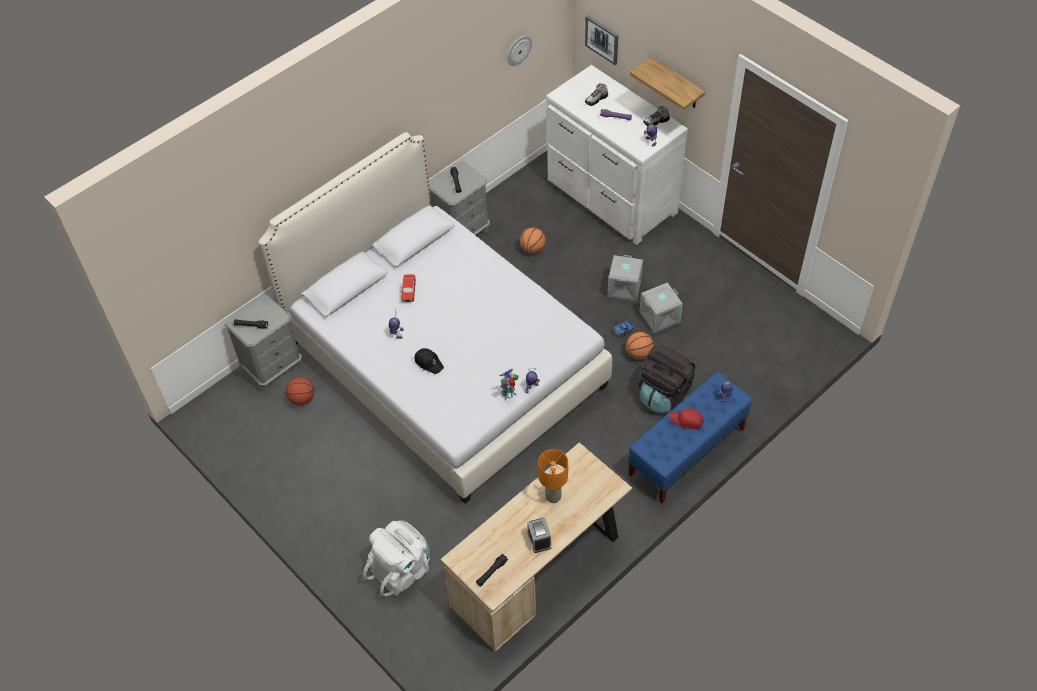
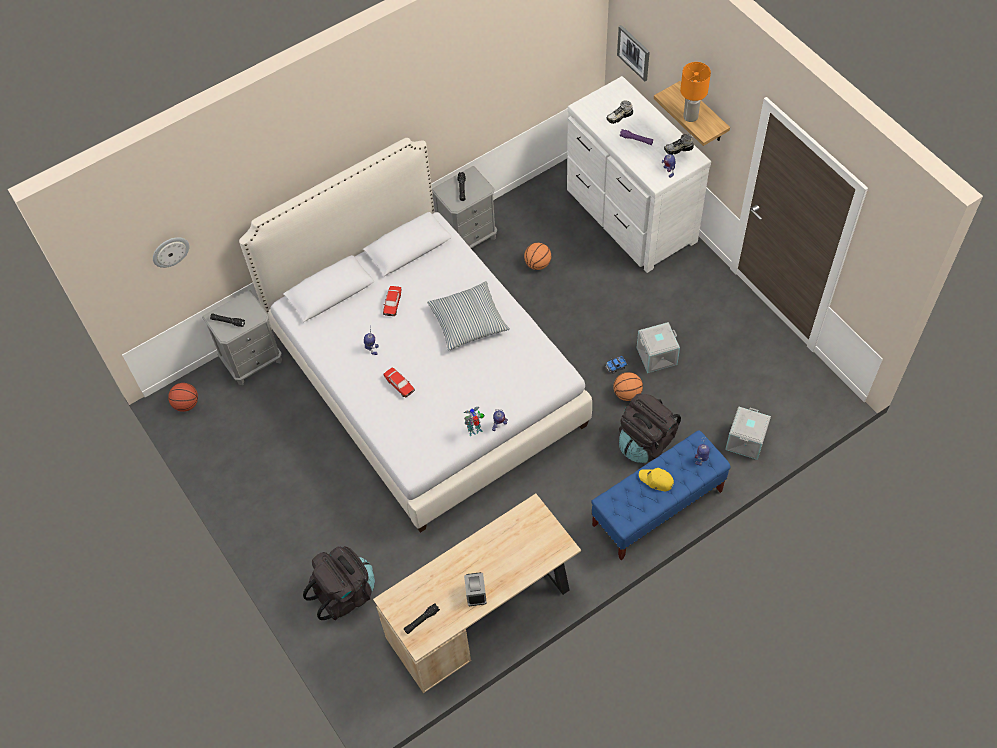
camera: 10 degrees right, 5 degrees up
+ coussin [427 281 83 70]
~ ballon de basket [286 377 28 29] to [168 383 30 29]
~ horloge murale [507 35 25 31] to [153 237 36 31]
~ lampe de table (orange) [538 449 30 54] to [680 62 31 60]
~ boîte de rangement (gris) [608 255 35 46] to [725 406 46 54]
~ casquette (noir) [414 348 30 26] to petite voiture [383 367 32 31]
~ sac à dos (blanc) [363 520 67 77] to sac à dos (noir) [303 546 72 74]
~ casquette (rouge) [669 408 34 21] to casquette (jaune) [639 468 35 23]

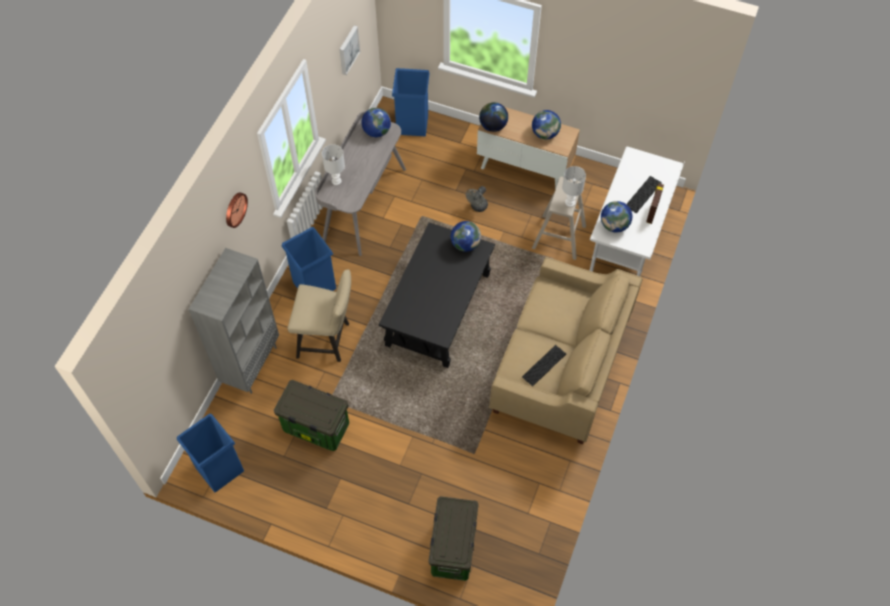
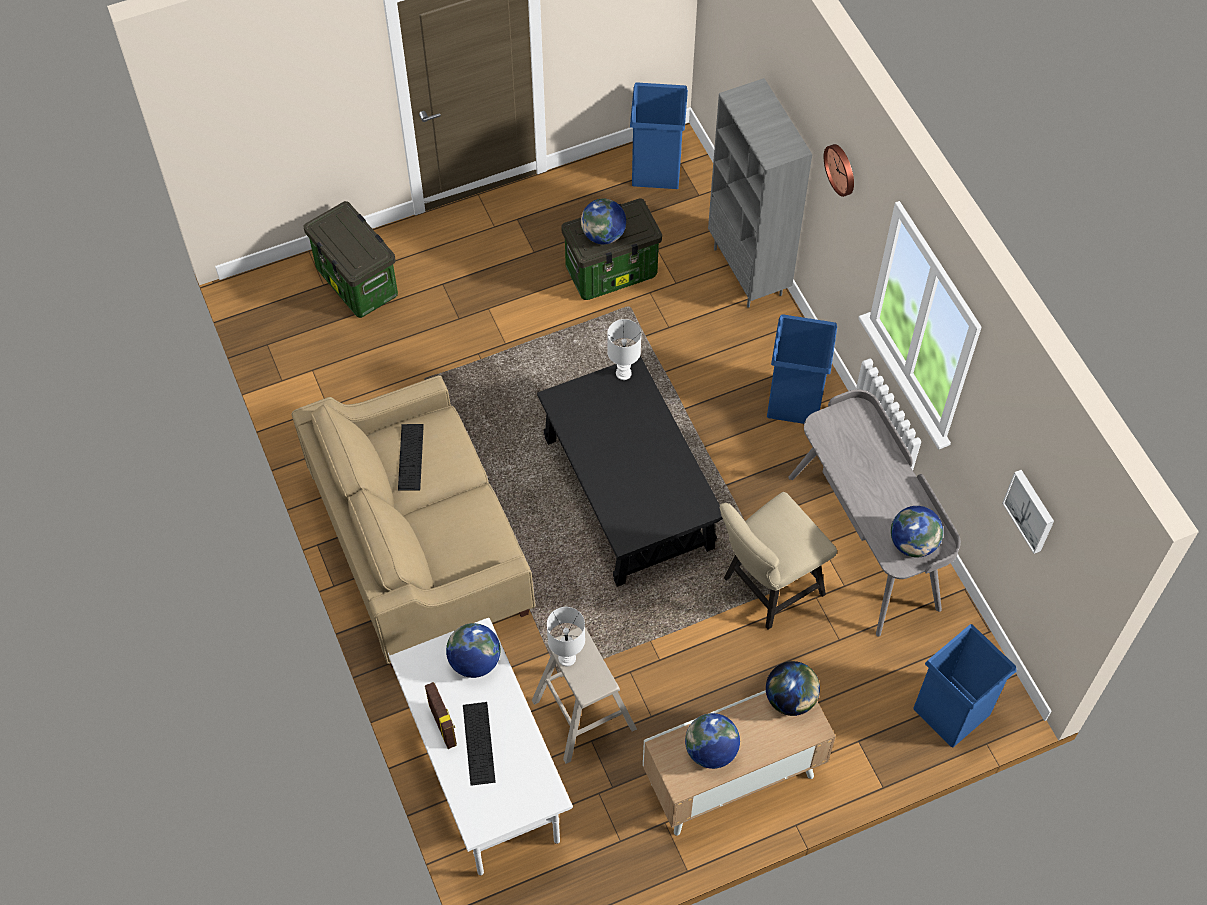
camera: 135 degrees right, 0 degrees up
- ventilateur (gris) [466 186 22 26]
~ chaise (beige) [288 269 63 93] to [719 492 118 138]
~ lampe de table (blanc) [322 144 23 41] to [607 319 34 61]
~ globe [451 221 30 31] to [581 199 45 45]

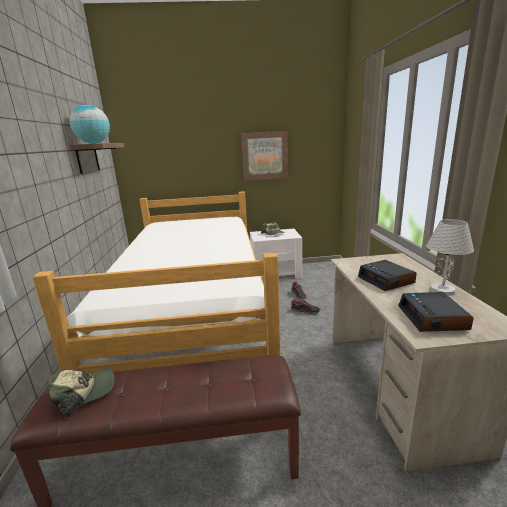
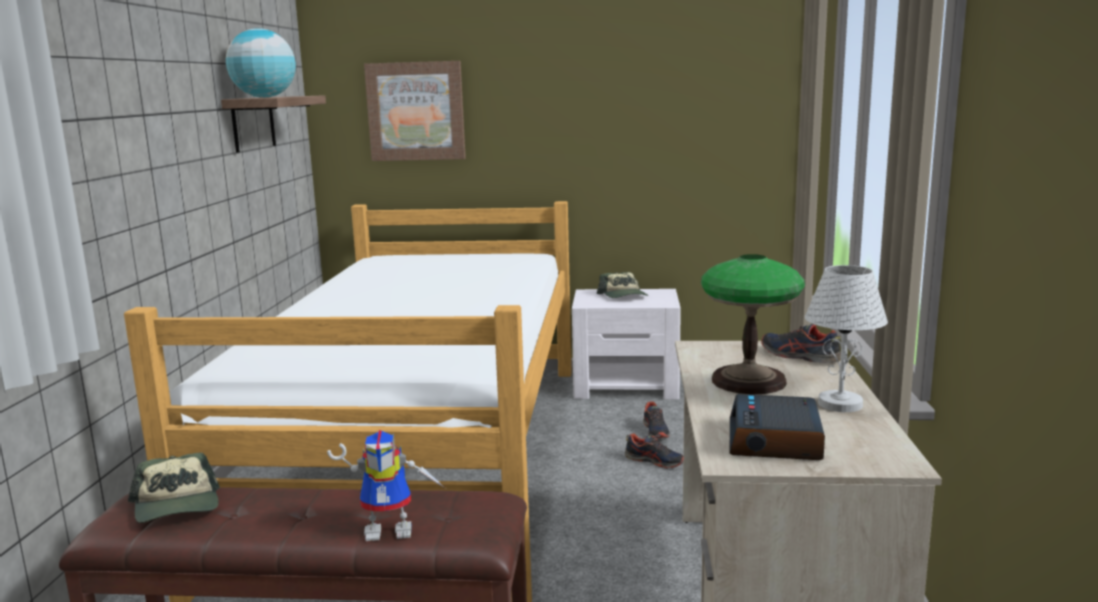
camera: 10 degrees right, 5 degrees down
+ robot jouet [327 430 118 111]
+ chaussure [761 324 80 39]
~ tableau [241 131 47 50] to [364 61 102 100]
~ réveil [358 260 59 31] to lampe de table [701 254 104 140]
~ casquette [48 368 67 49] = [128 453 92 70] 90 degrees clockwise

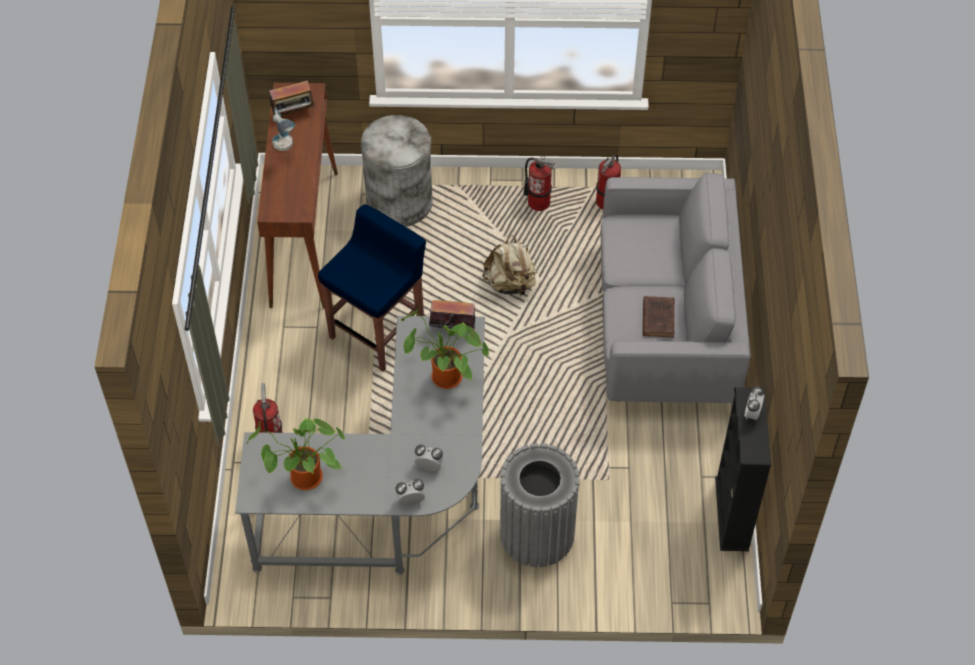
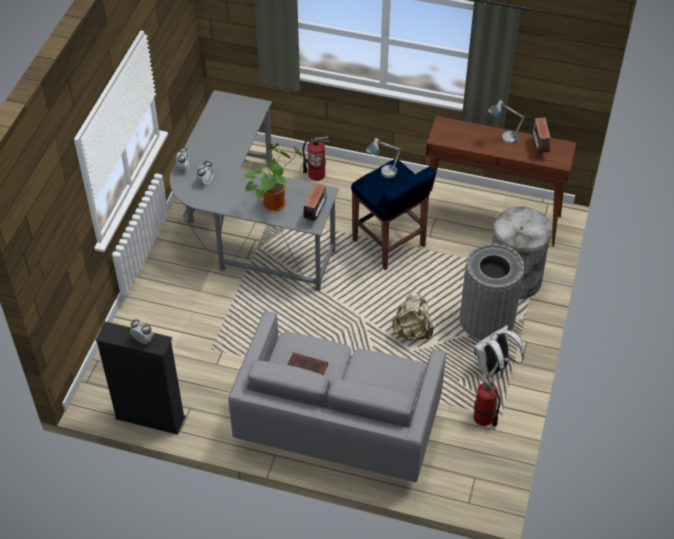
camera: 105 degrees right, 5 degrees down
- plante en pot [246 418 99 72]
+ lampe de table [365 138 37 40]
~ poubelle (gris) [500 443 80 124] to [460 243 65 97]
~ extincteur [524 156 31 55] to sac à dos (blanc) [474 325 50 54]

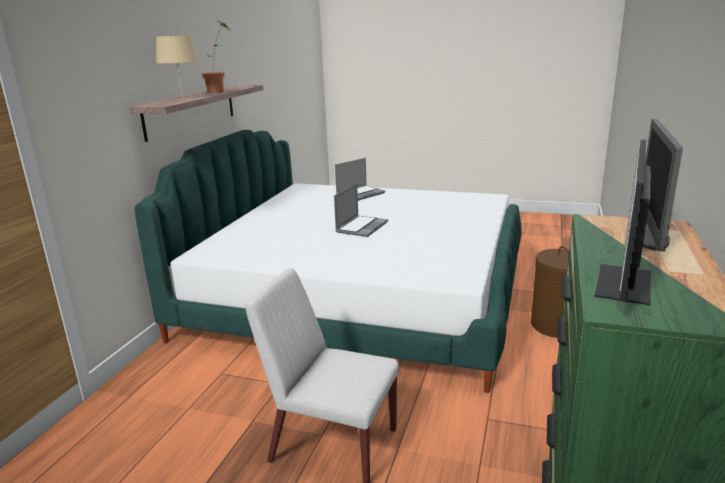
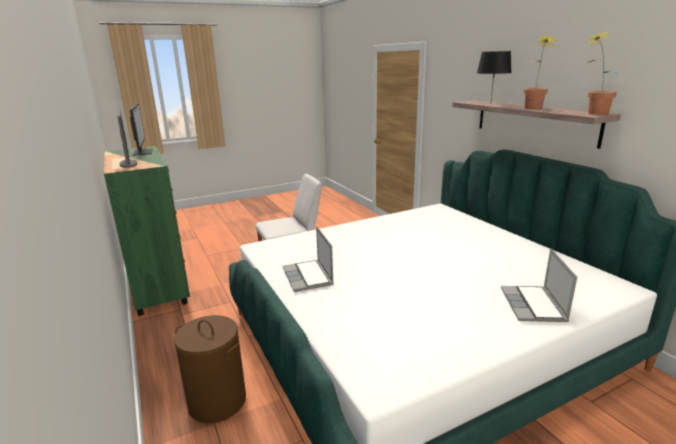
camera: 135 degrees right, 0 degrees up
+ plante en pot [587 32 31 83]
~ ordinateur portable [334 183 54 54] to [283 226 51 66]
~ lampe de table (beige) [156 35 42 64] to lampe de table (noir) [477 51 35 49]

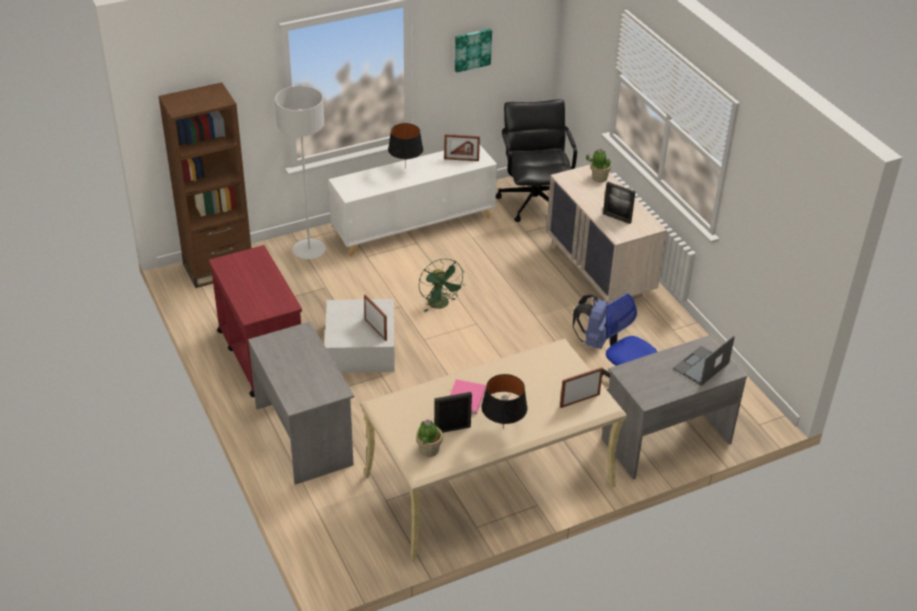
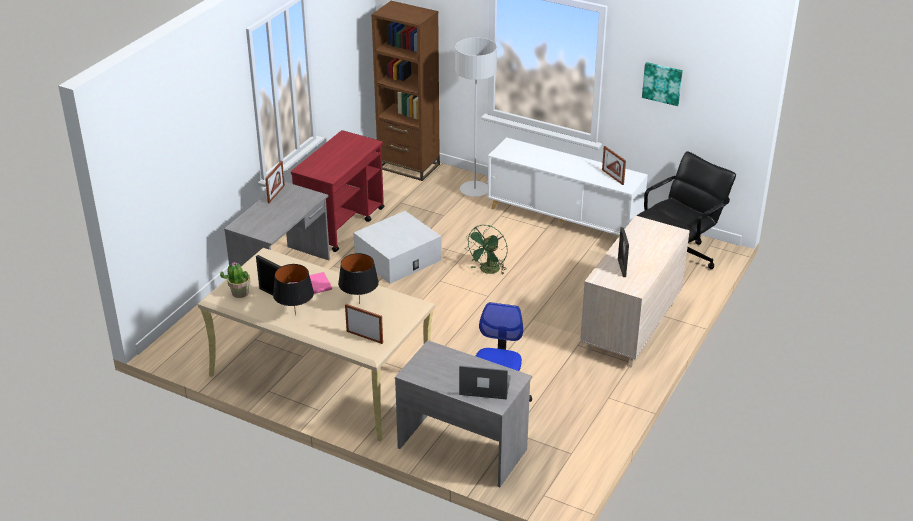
camera: 55 degrees right, 5 degrees down
- sac à dos (bleu) [573 294 35 55]
- plante en pot [586 148 26 35]
~ cadre photo [364 294 23 47] to [265 161 20 42]
~ lampe de table (noir) [388 123 35 46] to [338 253 41 51]

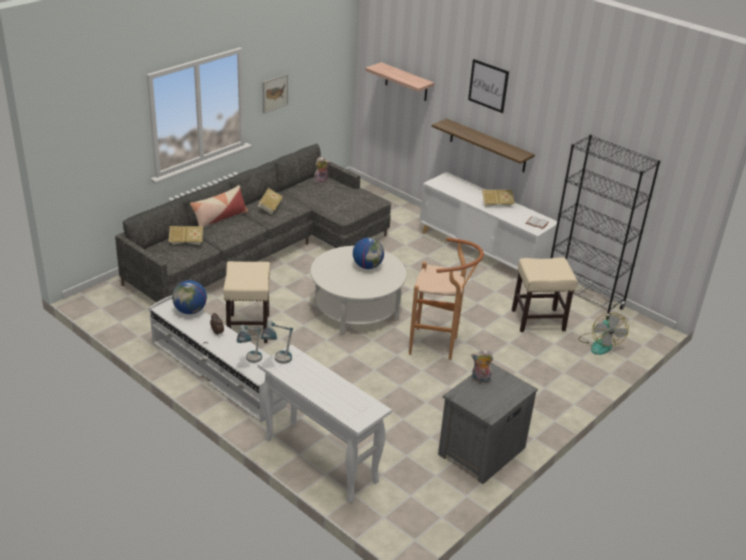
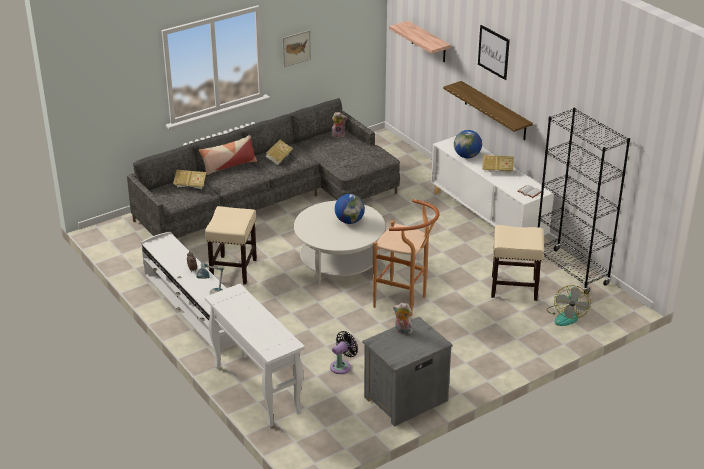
camera: 15 degrees right, 0 degrees up
- lampe de table [261 321 32 43]
+ ventilateur (noir) [330 331 28 43]
~ globe [172 280 35 34] to [454 130 28 28]

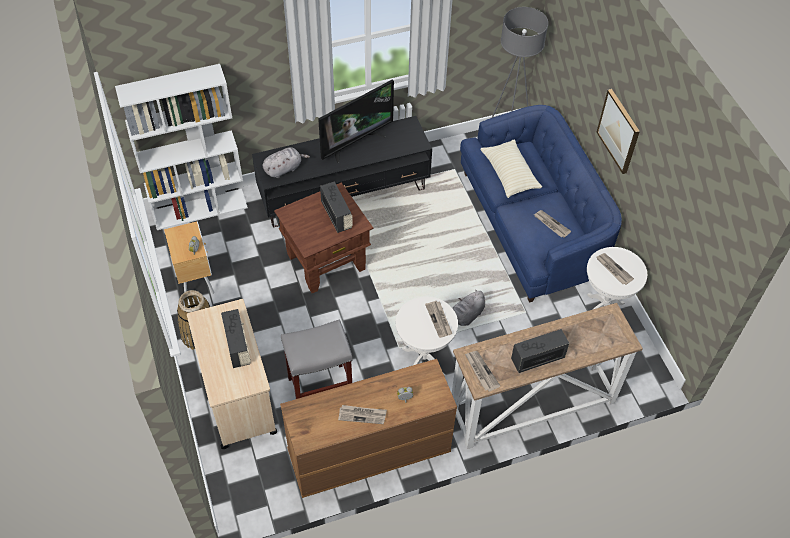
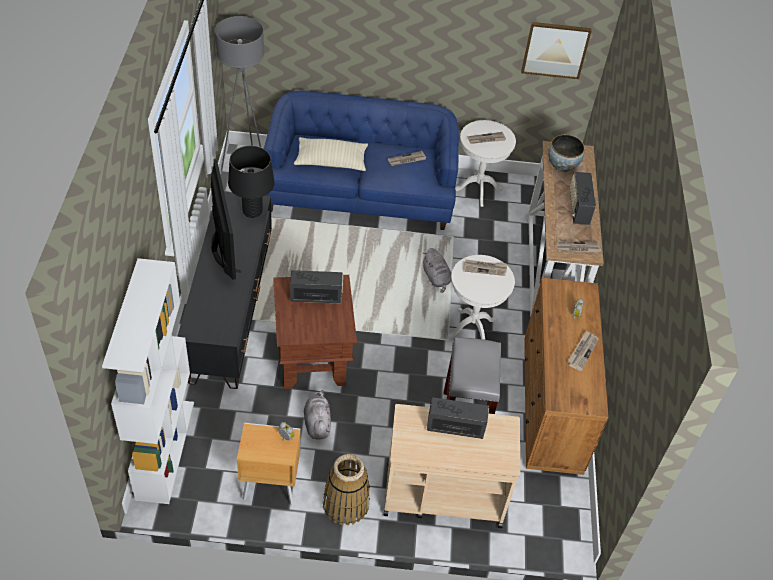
camera: 70 degrees left, 5 degrees down
+ lampe de table (noir) [228 145 47 73]
+ bol [548 134 37 38]
~ peluche (gris) [263 147 47 31] to [304 390 27 50]
~ tableau [596 89 44 85] to [521 22 71 57]

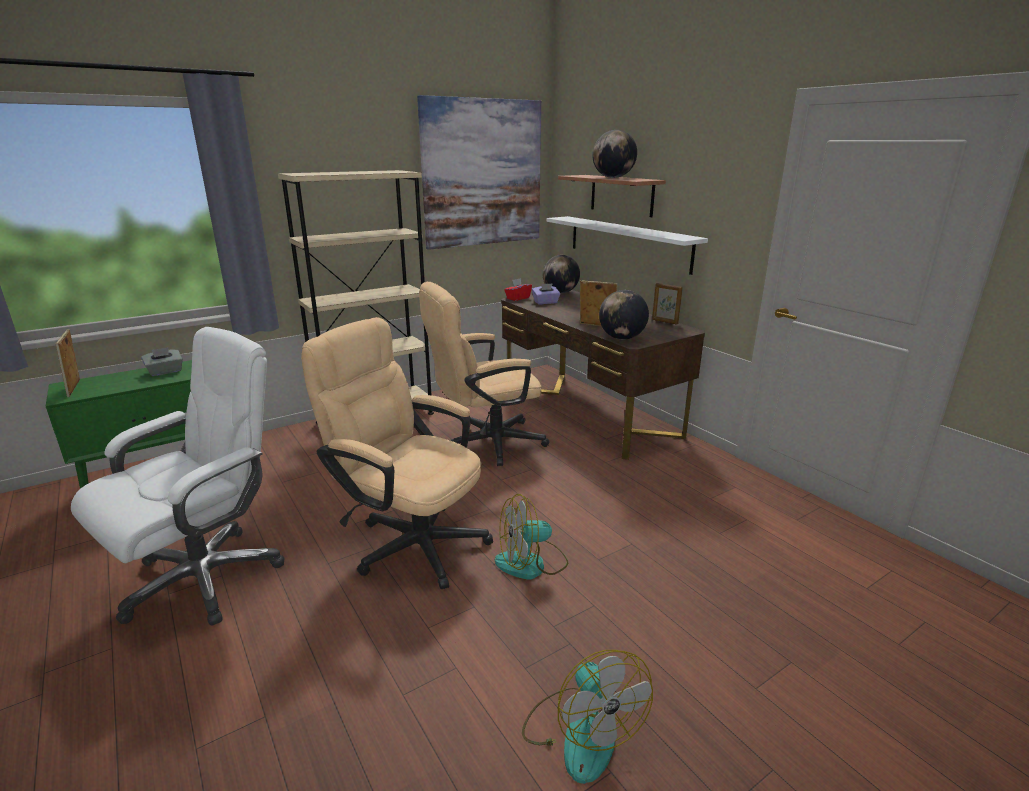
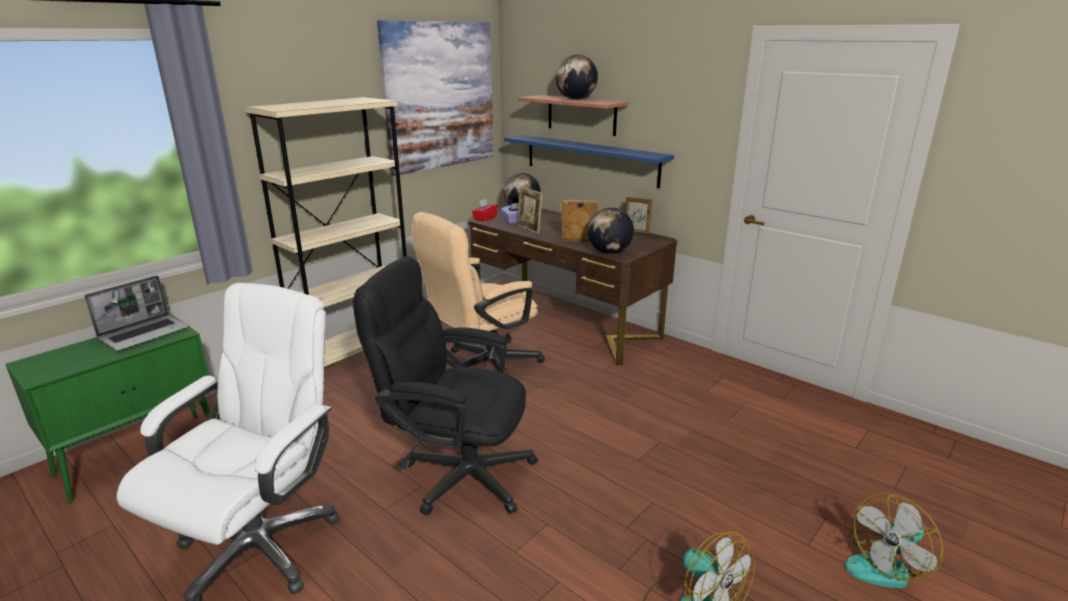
camera: 15 degrees left, 0 degrees up
~ cadre photo [56 329 24 68] to [517 186 25 48]
~ ventilateur [495 494 73 85] to [844 493 99 95]
~ boîte à mouchoirs (gris) [141 347 42 29] to ordinateur portable [85 276 104 75]
~ chaise de bureau (beige) [301 317 192 272] to chaise de bureau (noir) [353 256 185 259]
~ étagère (blanc) [547 216 161 59] to étagère (bleu) [504 135 170 53]

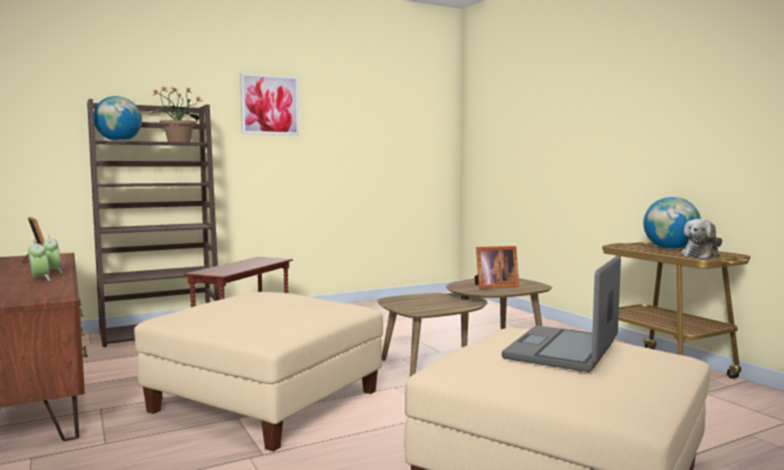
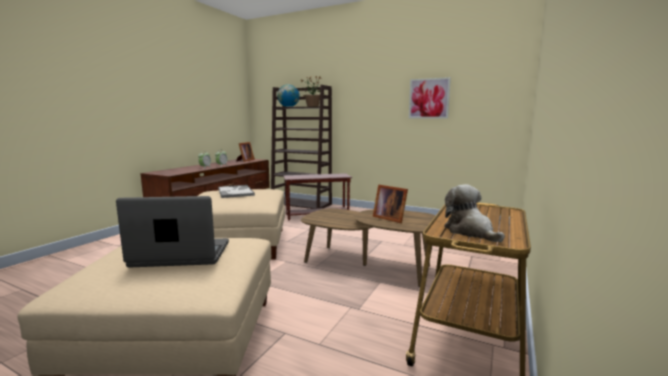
camera: 55 degrees right, 5 degrees up
- globe [643 197 58 52]
+ plateau [218 185 37 13]
~ tableau [240 73 59 62] to [409 77 42 42]
~ peluche [681 219 41 40] = [444 184 61 58] 60 degrees clockwise

